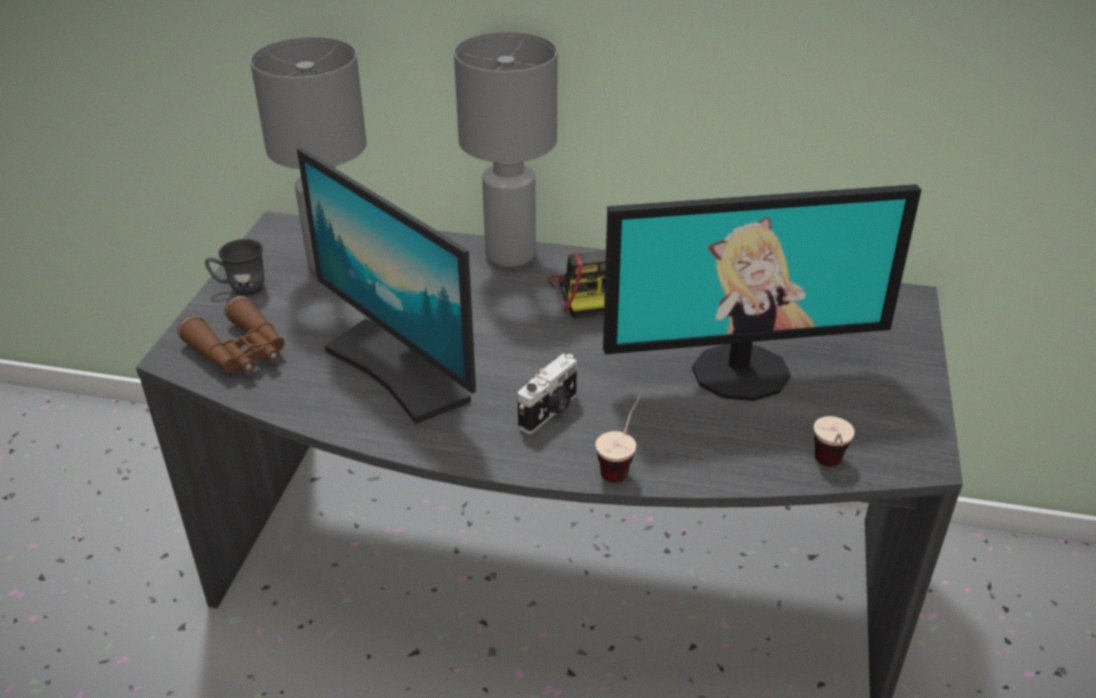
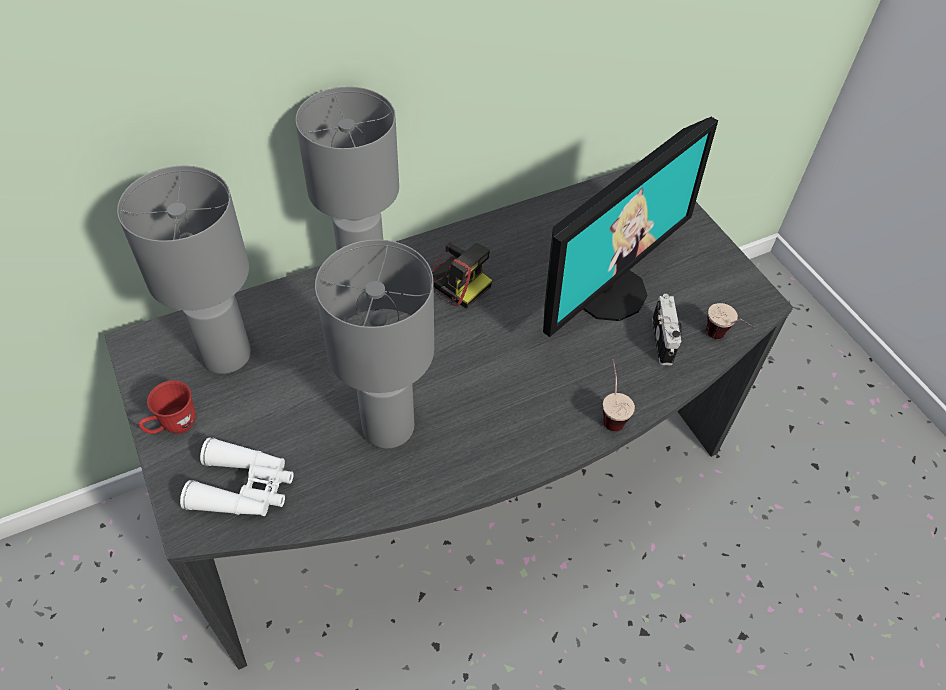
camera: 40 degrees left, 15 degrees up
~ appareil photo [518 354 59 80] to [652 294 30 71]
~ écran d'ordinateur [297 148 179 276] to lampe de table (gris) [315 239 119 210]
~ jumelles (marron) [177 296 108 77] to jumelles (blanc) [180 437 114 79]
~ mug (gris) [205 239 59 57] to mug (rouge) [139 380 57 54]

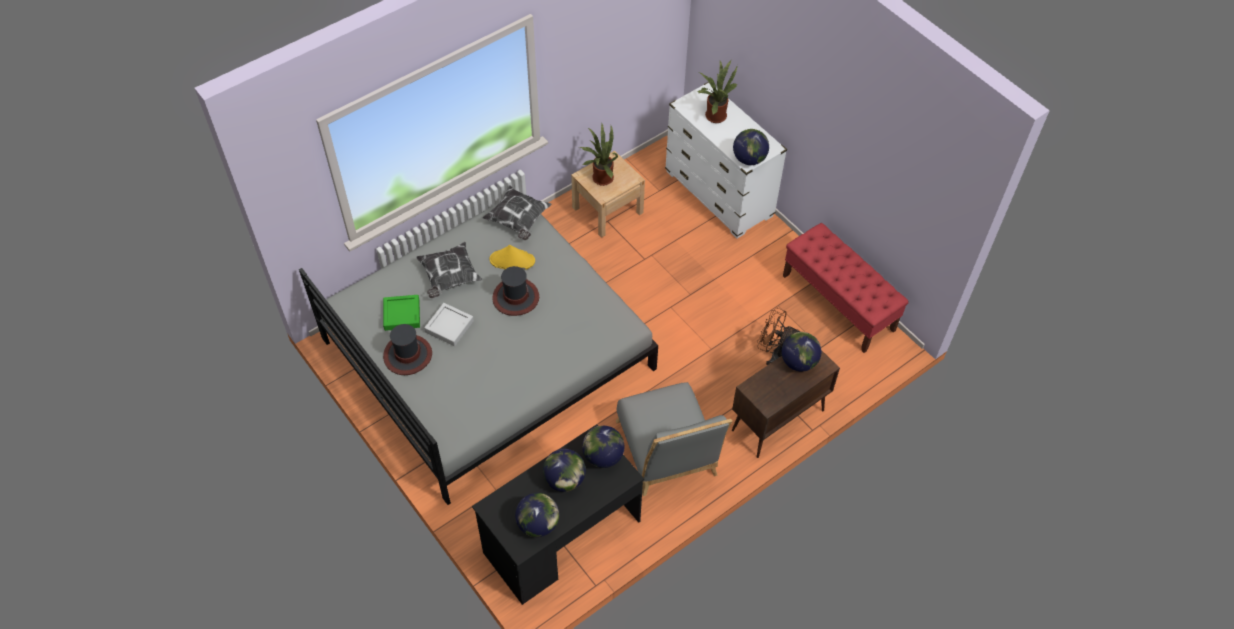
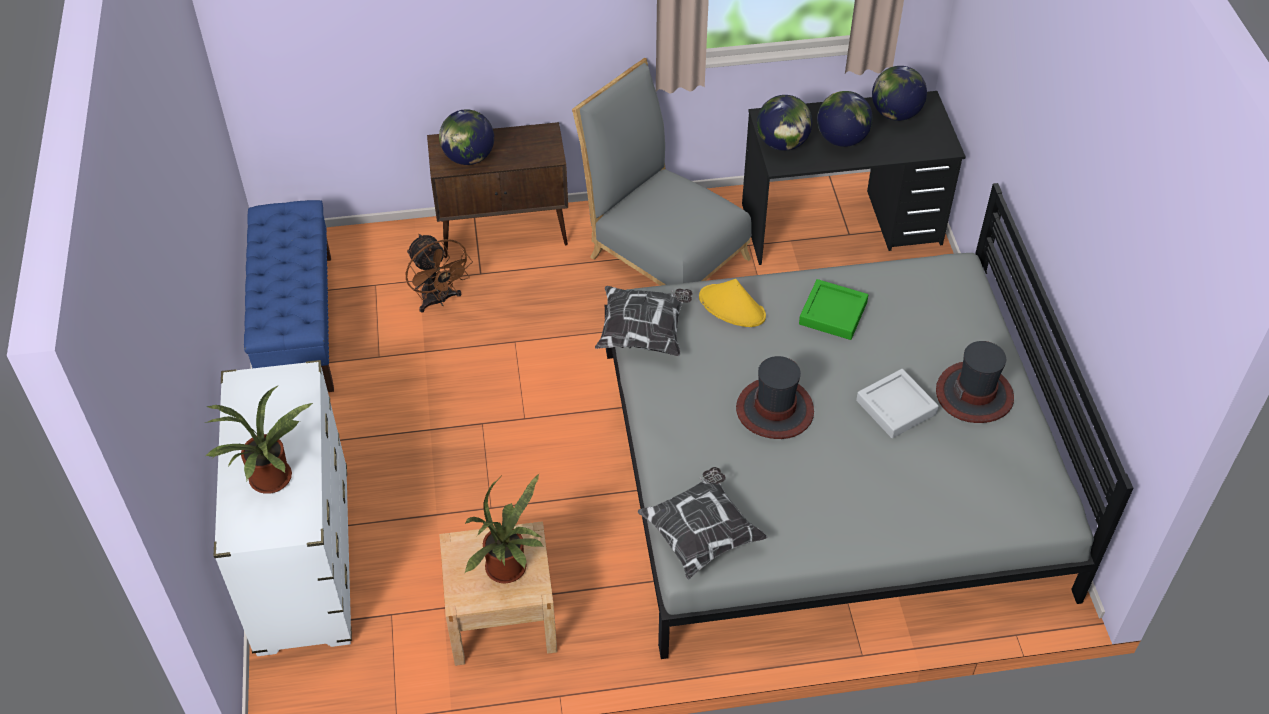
camera: 150 degrees left, 5 degrees down
- globe [733 129 36 36]
~ plateau (vert) [383 295 37 36] to [799 279 69 61]
~ coussin [416 242 66 56] to [595 286 98 70]
~ chapeau (jaune) [489 245 46 25] to [699 279 67 48]
~ banc (rouge) [783 223 126 130] to banc (bleu) [244 200 90 192]
~ chaise (gris) [616 382 116 114] = [572 58 180 228] 60 degrees counterclockwise

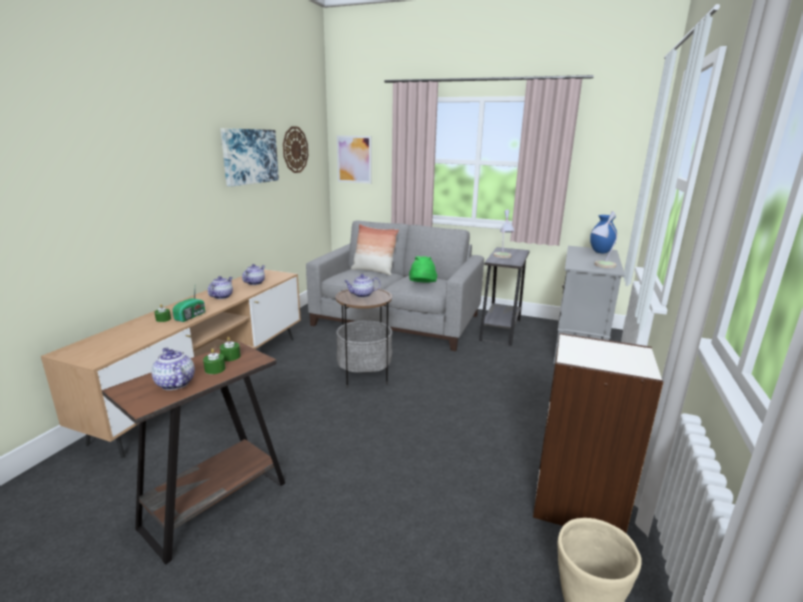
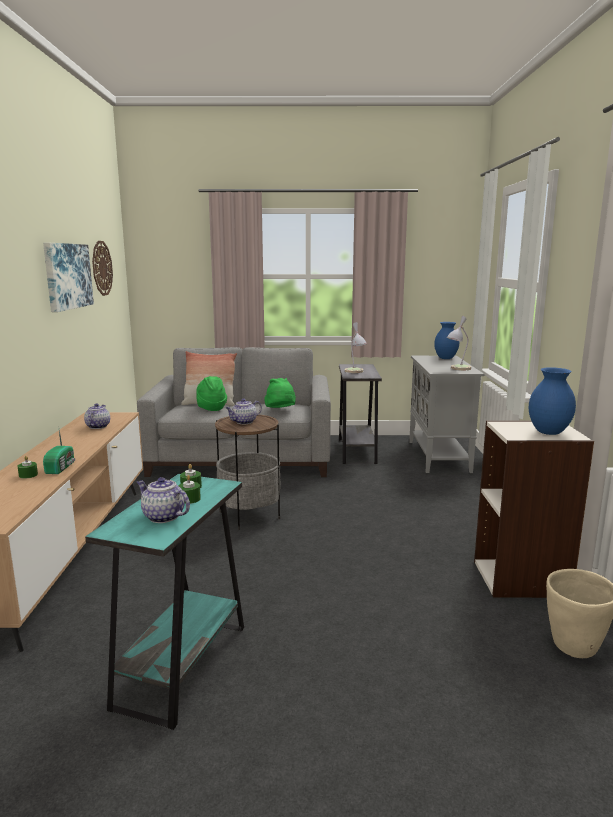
camera: 20 degrees left, 5 degrees down
- théière [208 276 25 23]
- tableau [337 135 35 49]
+ chapeau (vert) [196 376 31 35]
+ vase (bleu) [529 367 47 68]
~ table d'appoint (marron) [102 341 183 224] to table d'appoint (turquoise) [85 474 159 256]

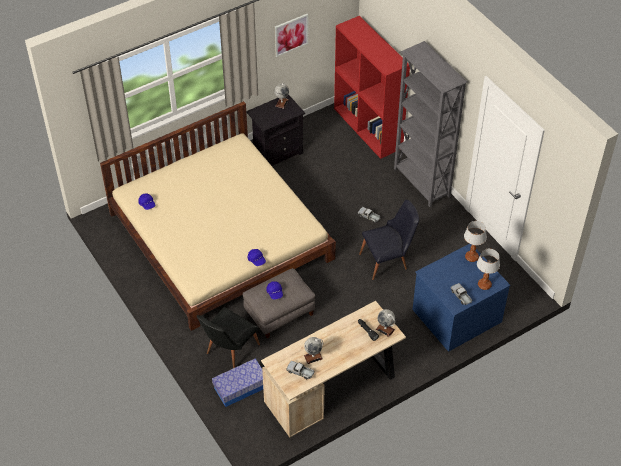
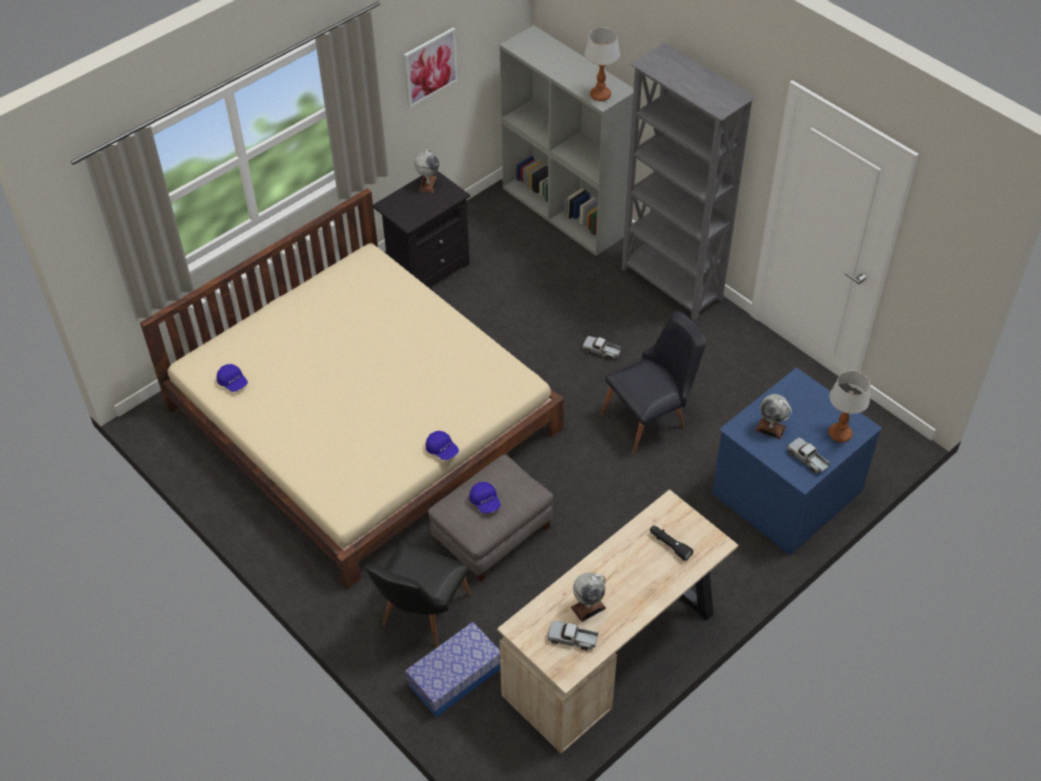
camera: 10 degrees left, 0 degrees up
~ globe [376 309 19 28] to [755 394 37 45]
~ lampe de table [464 221 23 41] to [585 28 35 73]
~ bibliothèque (rouge) [334 16 76 143] to bibliothèque (gris) [499 25 135 231]

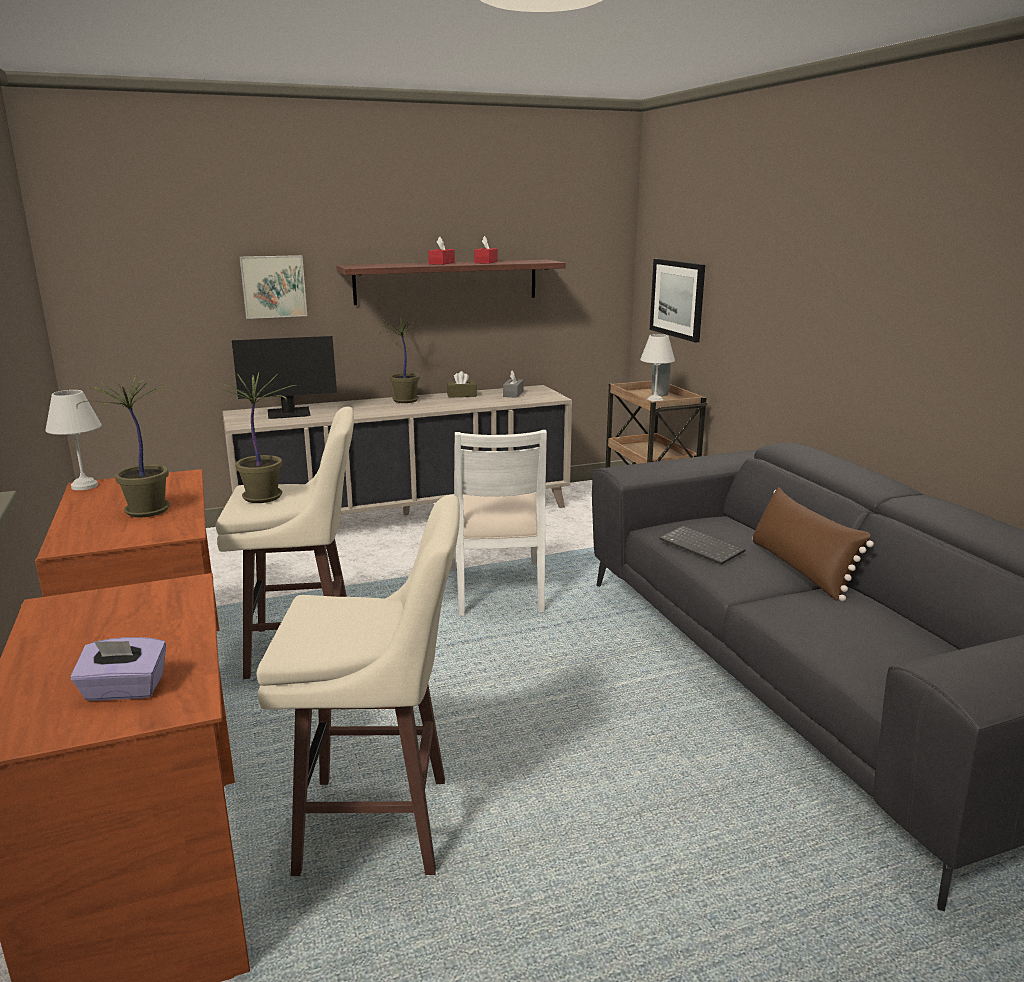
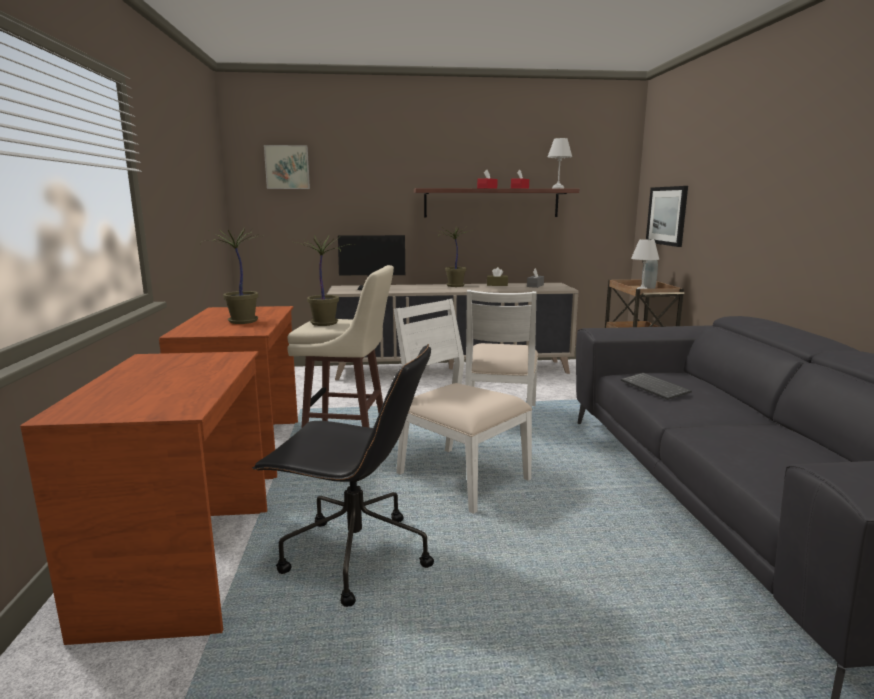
camera: 15 degrees right, 5 degrees down
- boîte à mouchoirs (violet) [70 637 96 64]
- coussin (marron) [752 487 122 114]
+ chaise (blanc) [394 299 138 215]
~ lampe de table (blanc) [45 390 57 100] to [548 138 24 51]
~ tableau [240 255 67 64] to [264 145 46 44]
~ tabouret (beige) [256 495 204 381] to chaise de bureau (noir) [252 344 182 263]

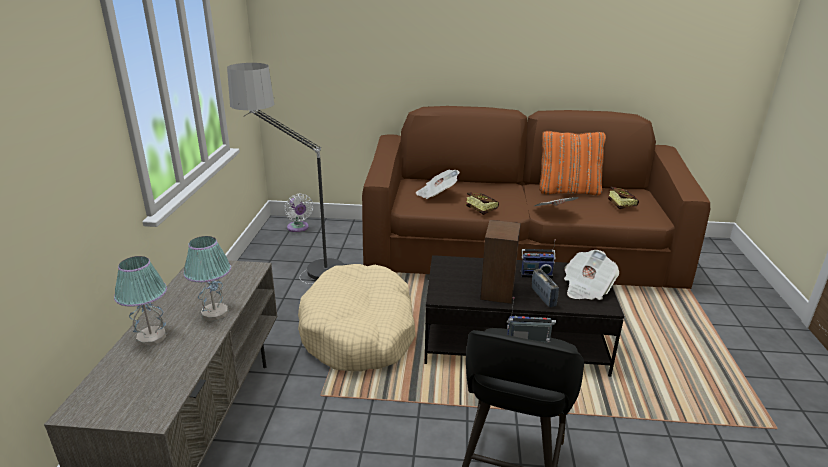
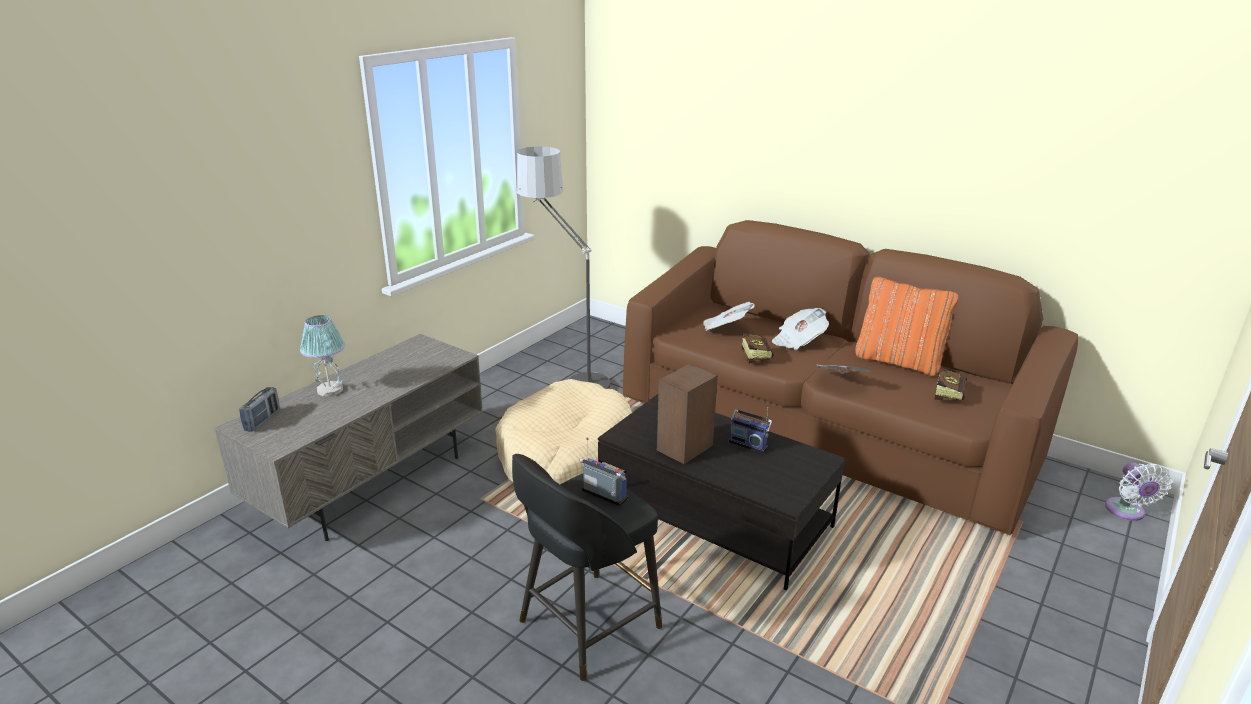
camera: 30 degrees right, 0 degrees up
- lampe de table [183 236 48 85]
~ ventilateur (blanc) [284 194 30 38] to [1105 463 67 58]
~ radio [532 269 27 38] to [239 387 41 45]
~ journal [564 250 55 50] to [772 308 57 42]

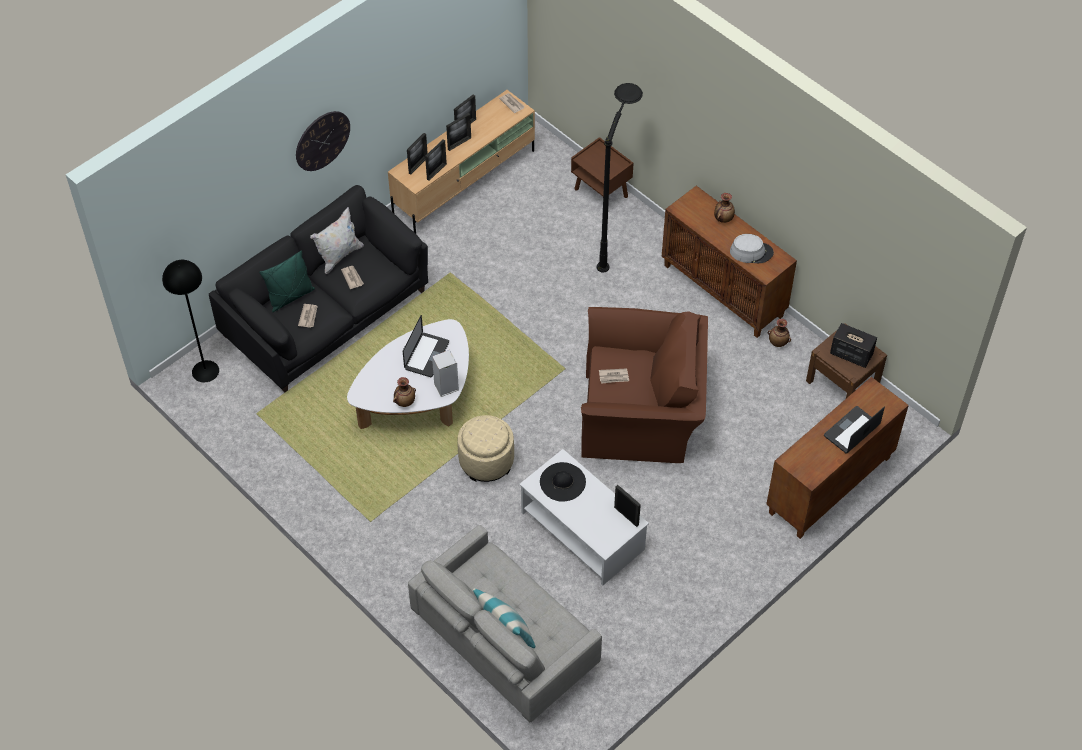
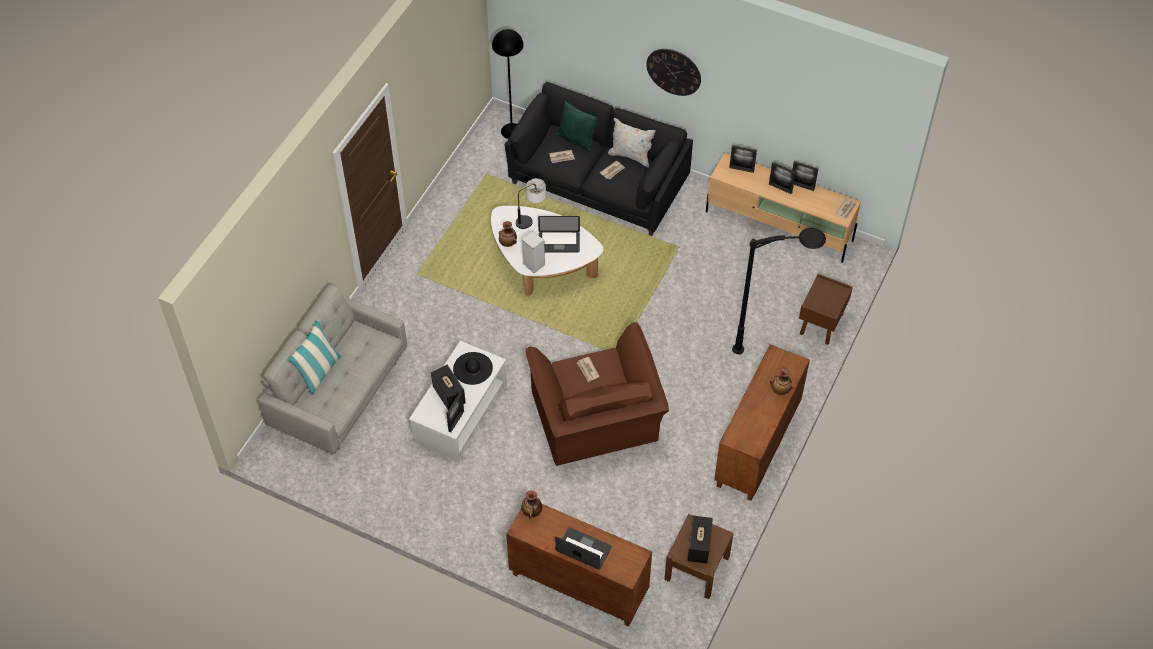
camera: 70 degrees right, 0 degrees up
- cadre photo [425 140 22 41]
- pouf (beige) [458 415 56 67]
- chapeau (gris) [730 234 44 29]
+ enceinte [431 365 35 45]
+ lampe de table [516 178 30 51]
~ vase [768 319 23 28] to [522 490 20 28]

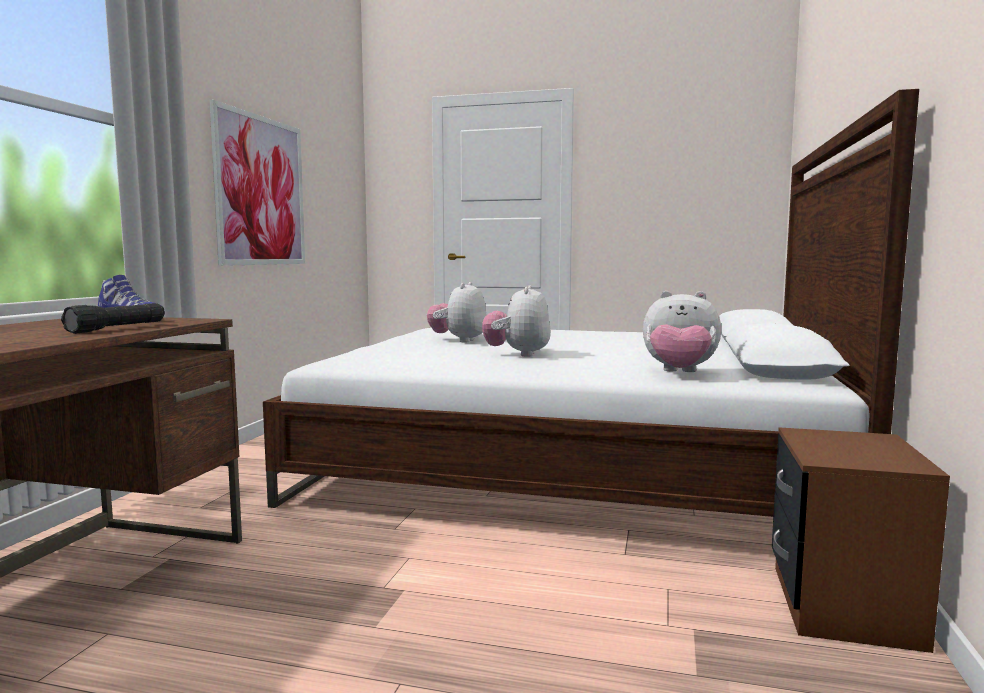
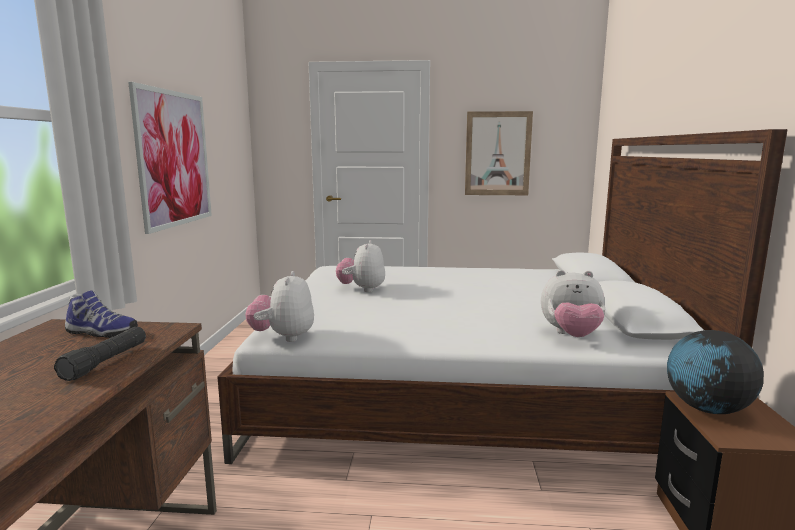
camera: 10 degrees left, 5 degrees up
+ tableau [465 111 68 84]
+ globe [667 330 97 84]
~ peluche [482 285 69 72] to [245 271 69 71]

